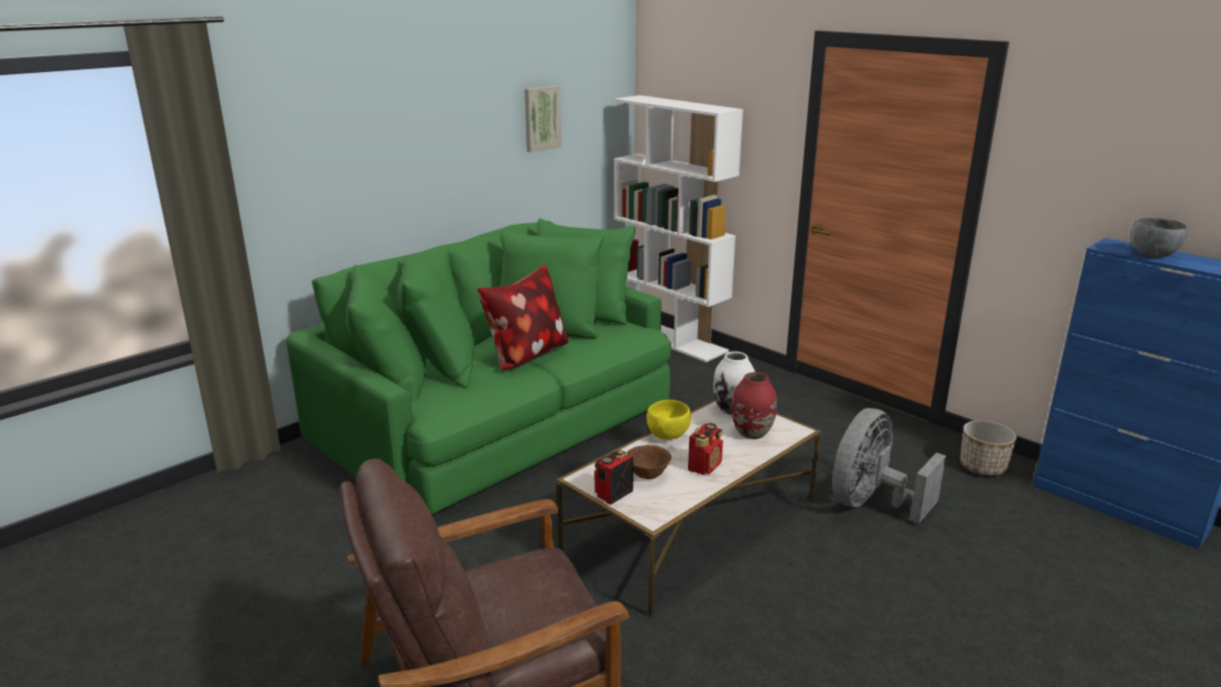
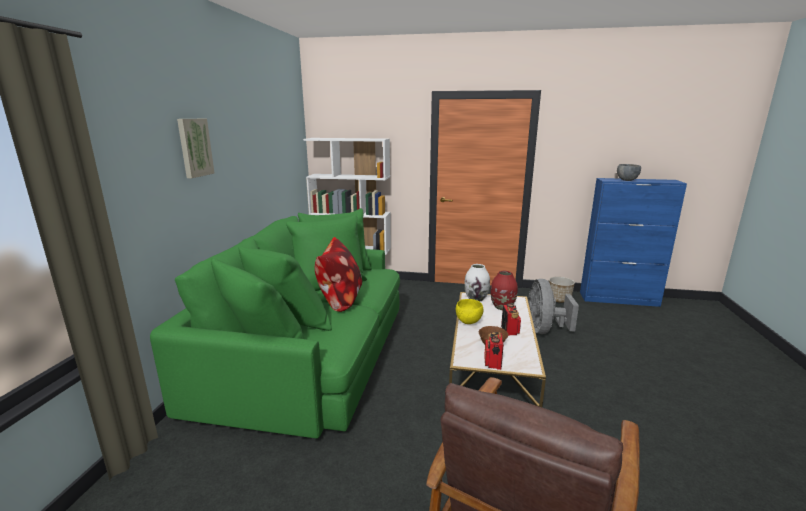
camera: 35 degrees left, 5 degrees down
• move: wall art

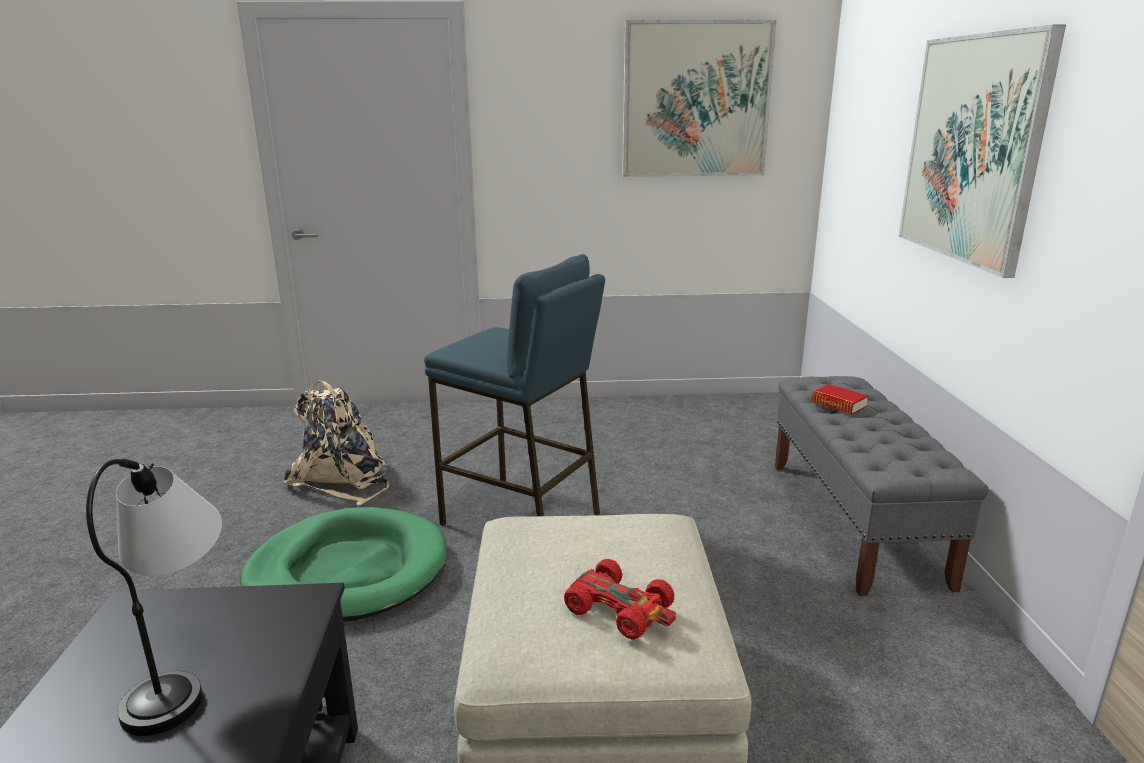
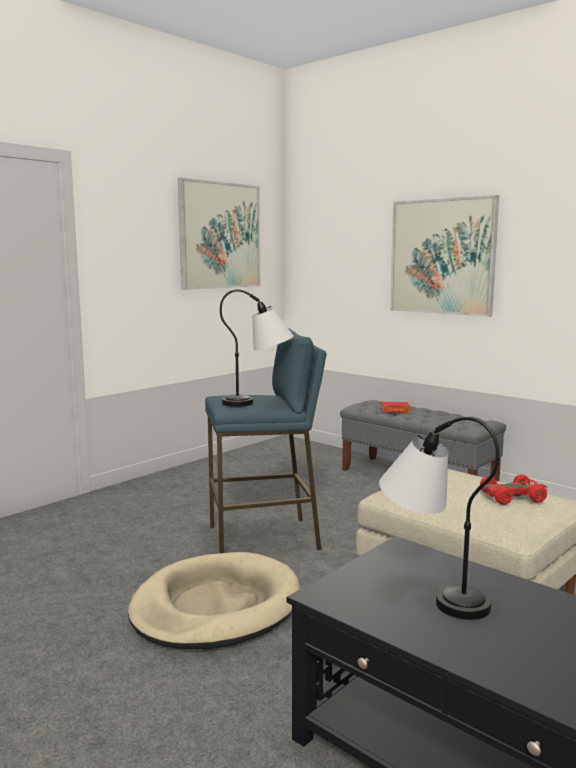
camera: 45 degrees left, 10 degrees down
• recolor: dog cushion in green-coloured to dog cushion in beige
• insert: table lamp (1st from left)
• delete: knapsack in beige

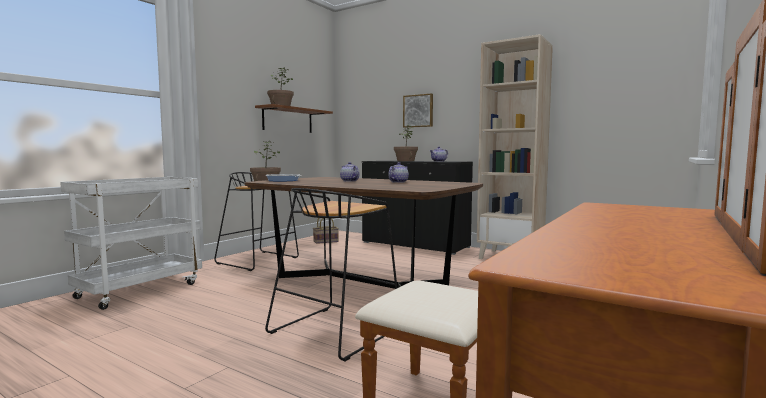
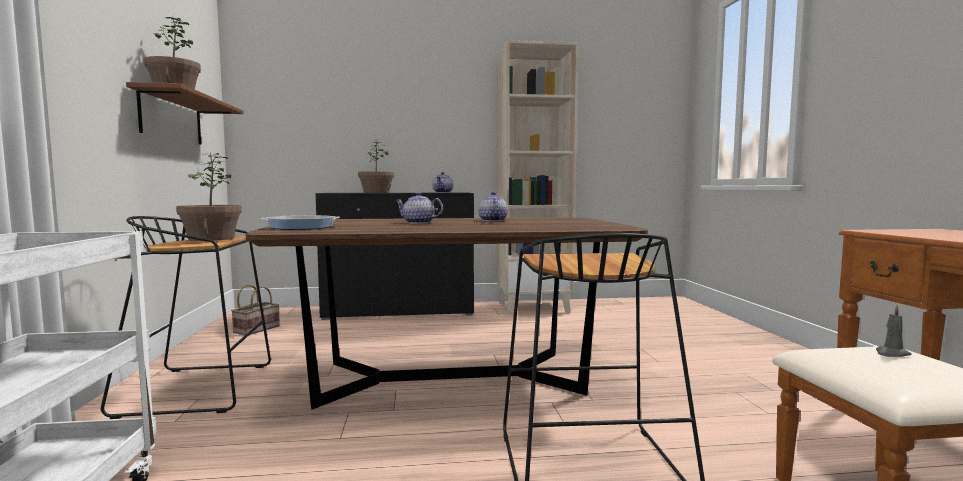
camera: 40 degrees left, 0 degrees up
• insert: wax light in gray
• delete: wall art

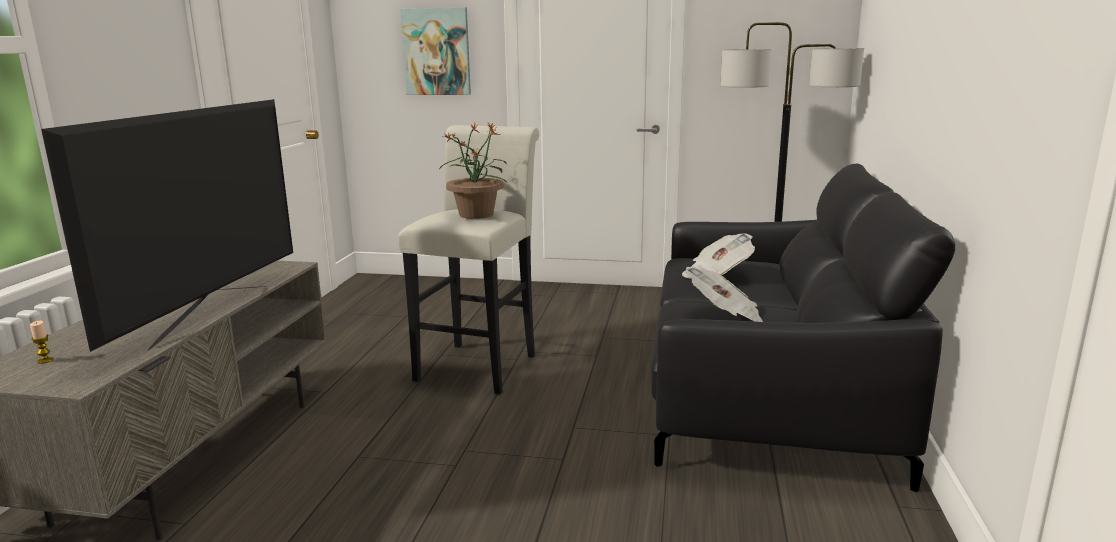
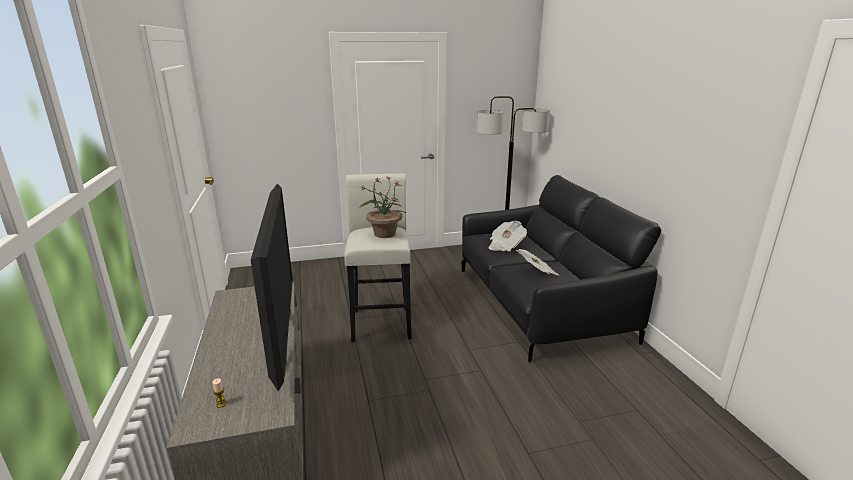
camera: 25 degrees left, 5 degrees up
• delete: wall art

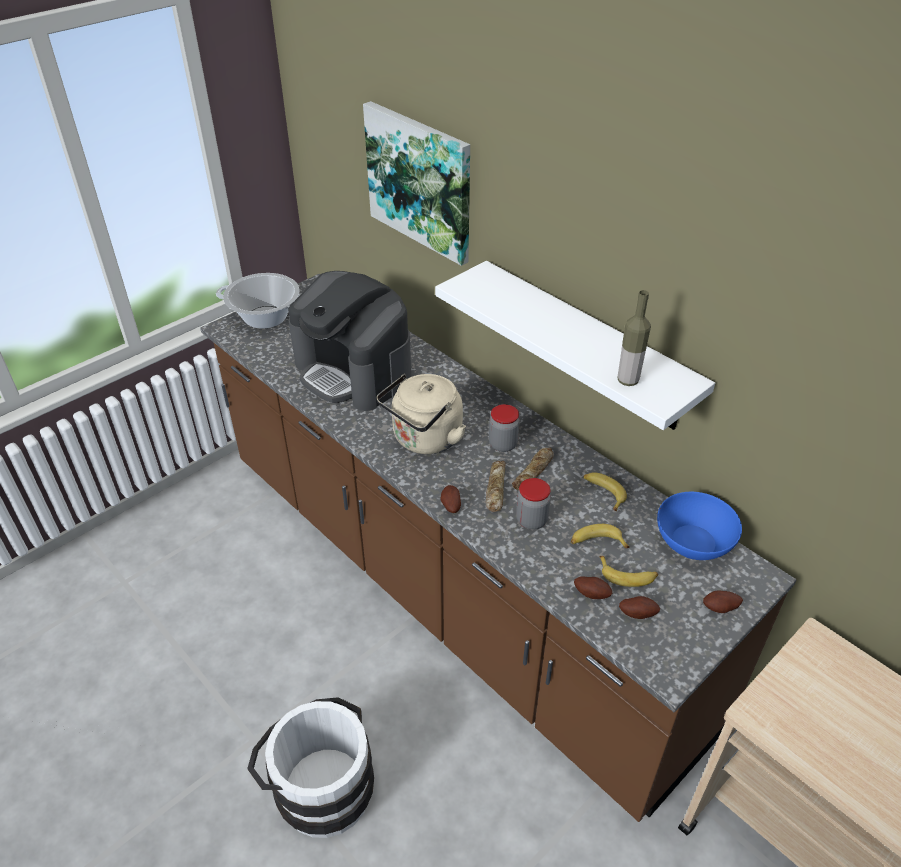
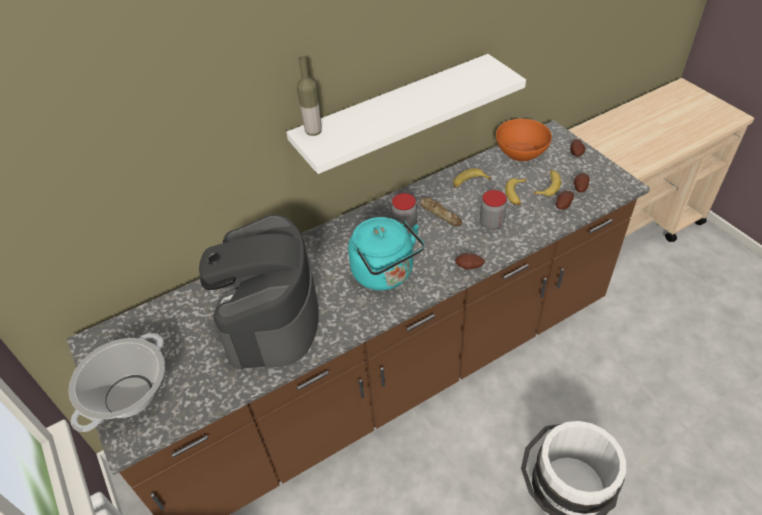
camera: 75 degrees left, 5 degrees up
• rotate: coffee machine 120 degrees clockwise
• move: beverage bottle
• recolor: kettle in beige to kettle in blue-green
• recolor: bowl in blue-coloured to bowl in orange-coloured
• delete: wall art
• delete: bread (1st from left)

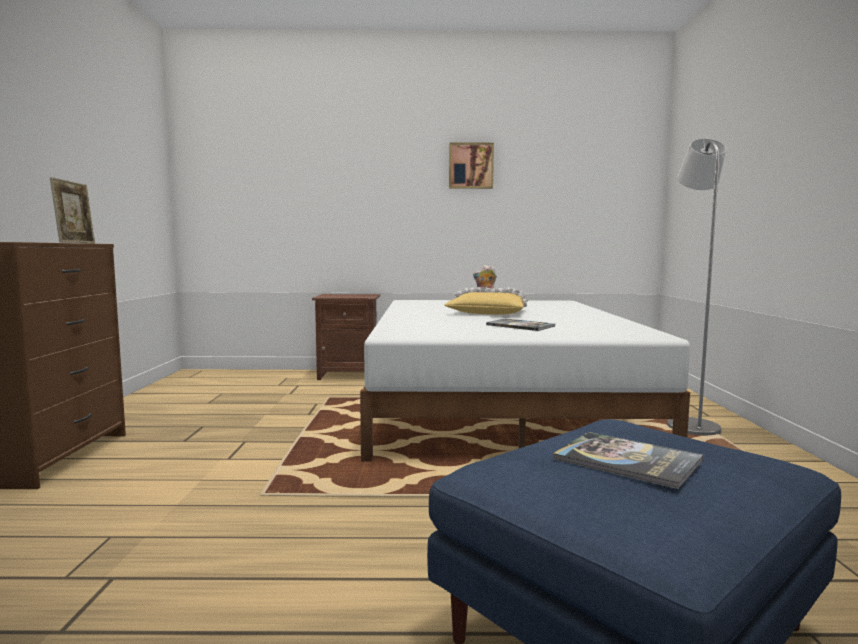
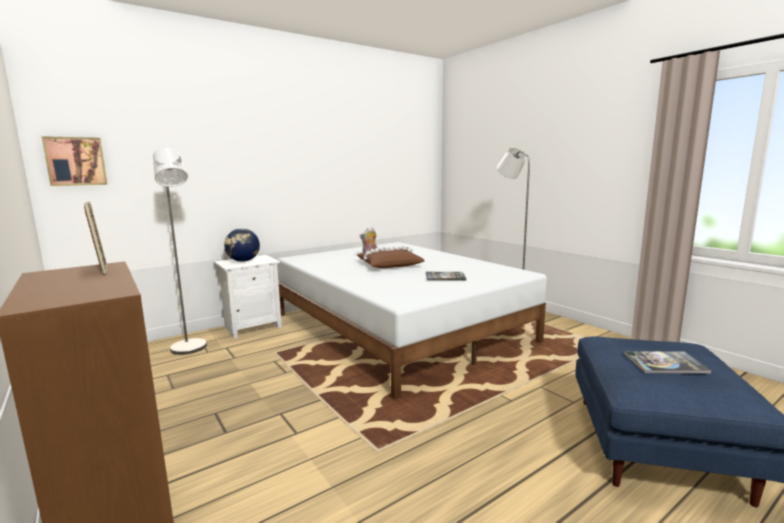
camera: 35 degrees left, 5 degrees up
• move: wall art
• insert: standing lamp in gray (1st from left)
• recolor: bedside table in brown-coloured to bedside table in white
• insert: world globe
• recolor: pillow in yellow-coloured to pillow in brown-coloured

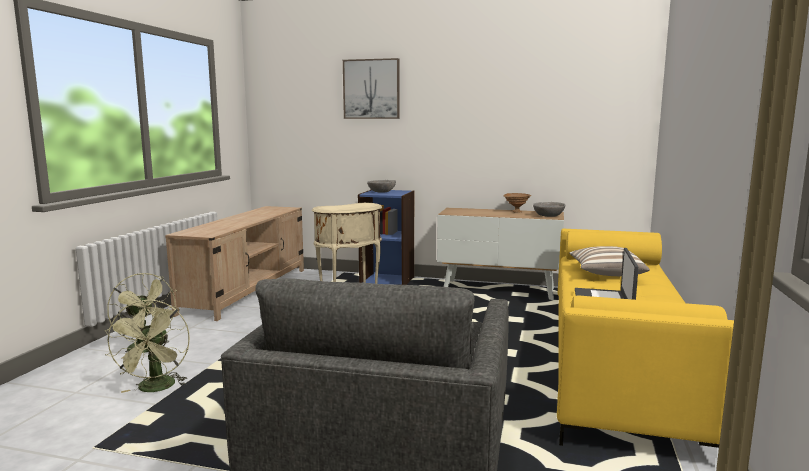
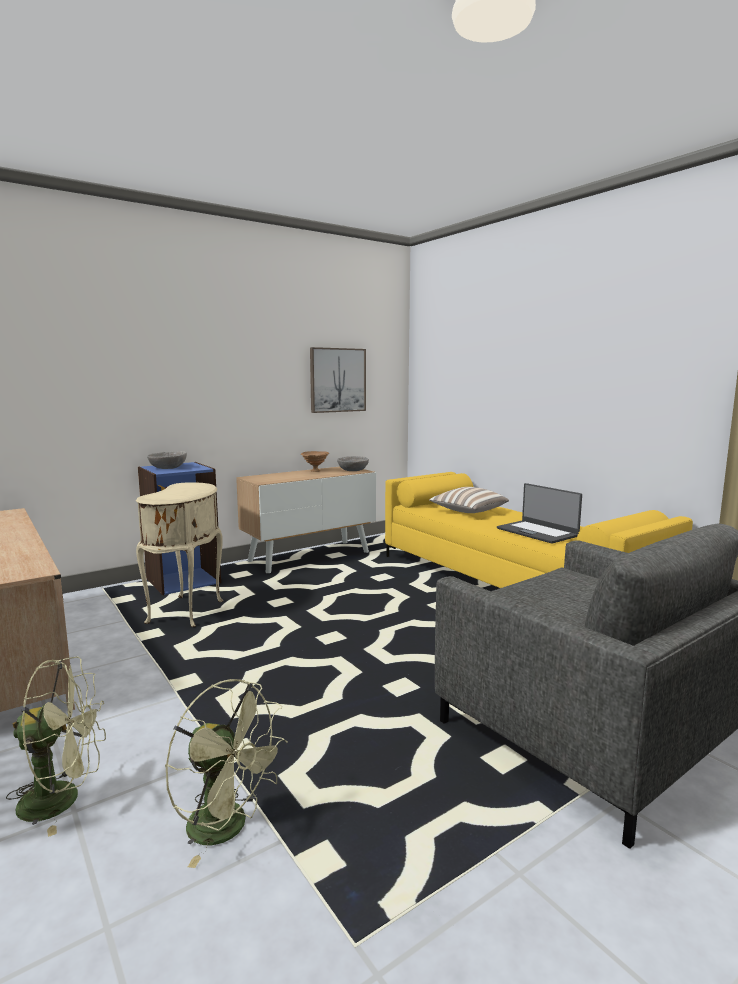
camera: 50 degrees left, 0 degrees up
• move: wall art

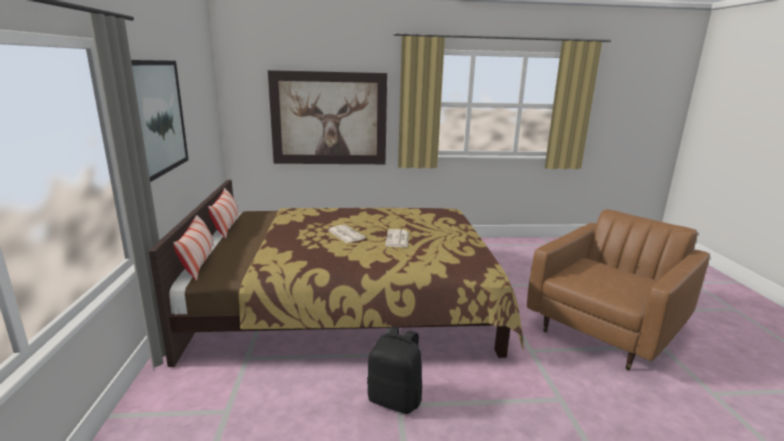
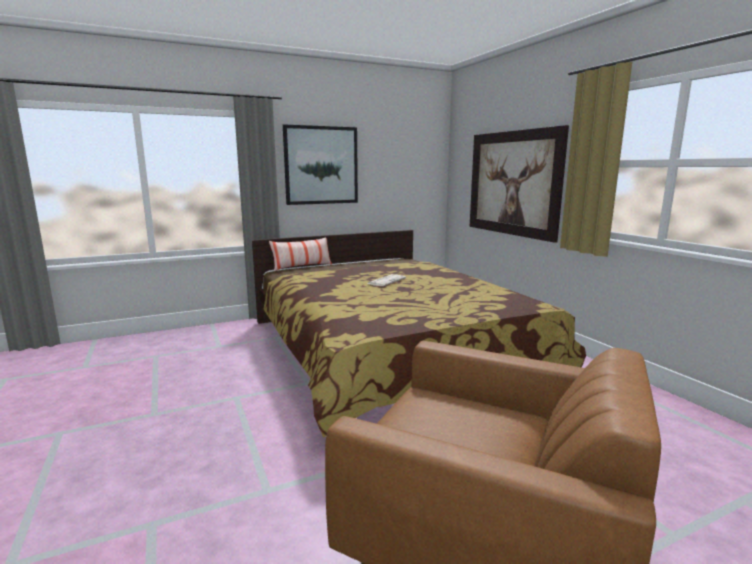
camera: 70 degrees right, 5 degrees down
• delete: pillow (2nd from left)
• delete: knapsack in blackish
• delete: printed paper (2nd from left)

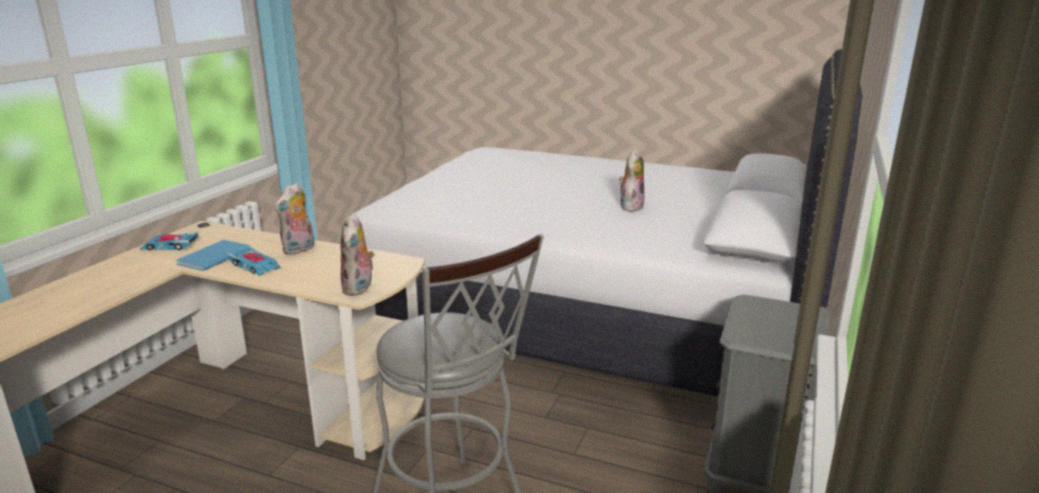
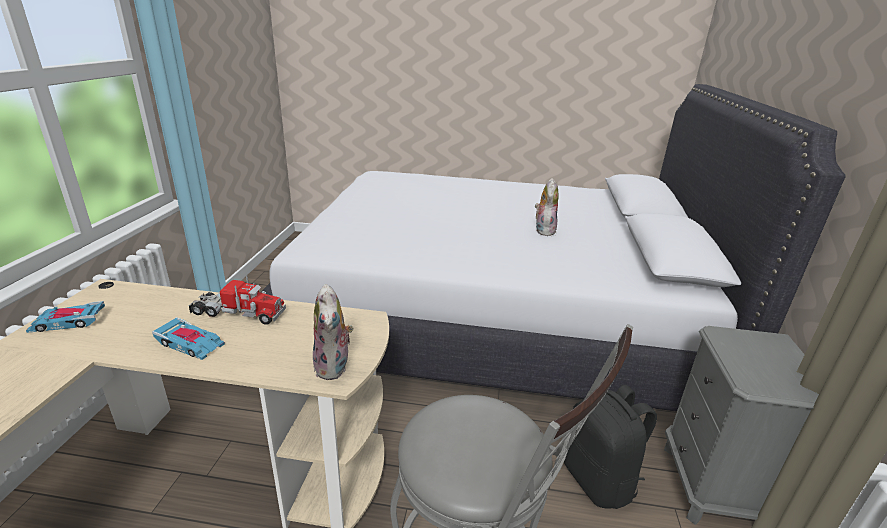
camera: 15 degrees left, 5 degrees up
• replace: plush toy (1st from left) to model truck
• insert: knapsack in blackish
• delete: volume in blue-coloured

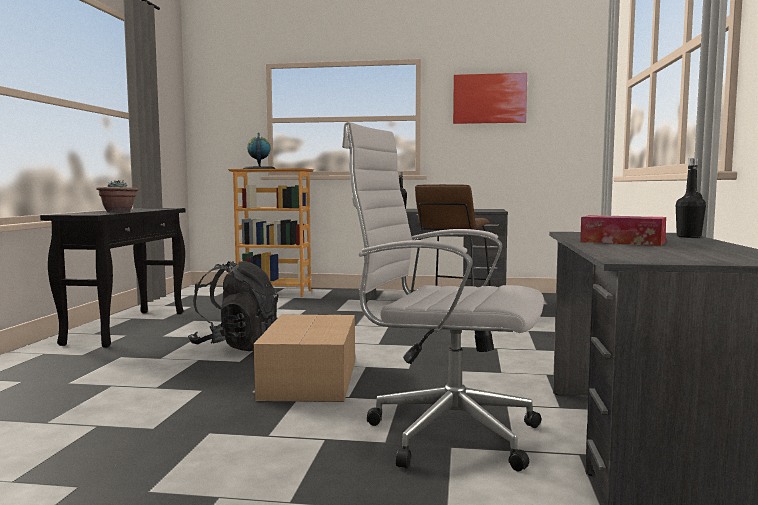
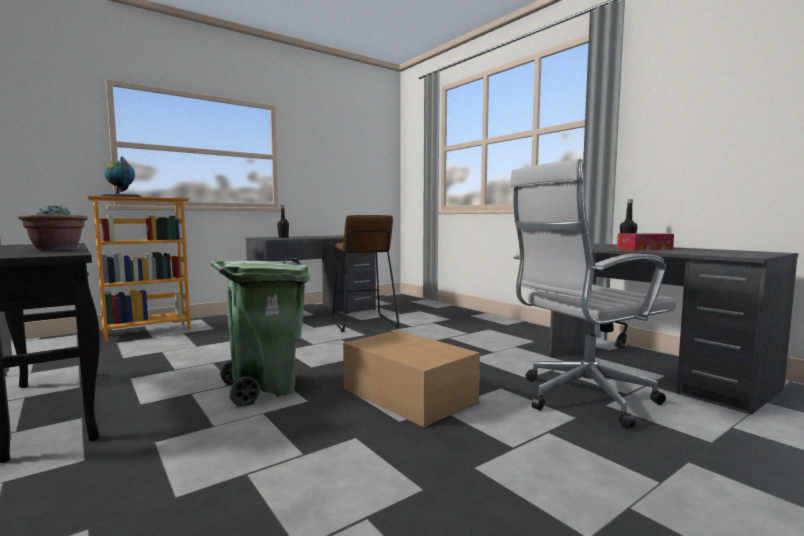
camera: 45 degrees left, 0 degrees up
• replace: knapsack in blackish to trash can in green-coloured
• delete: wall art

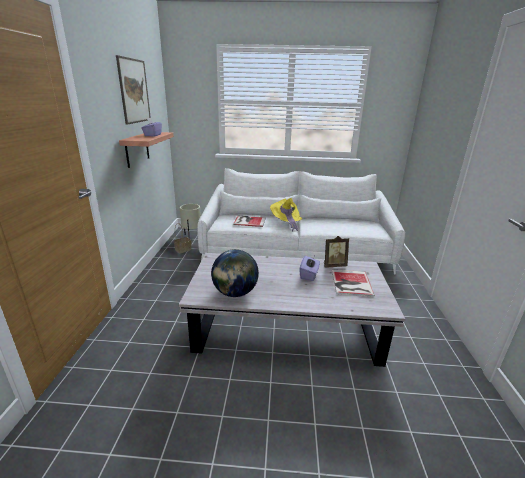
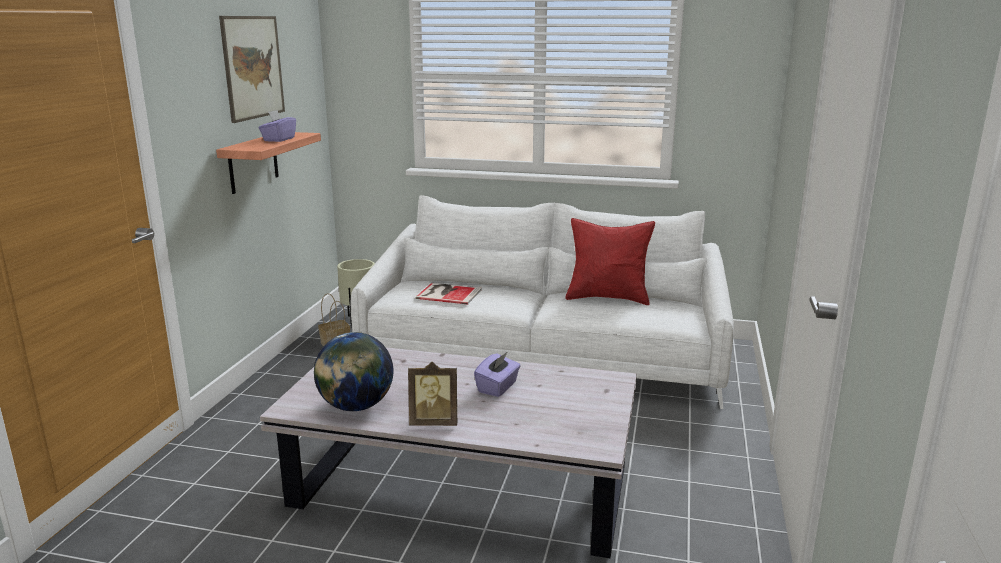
camera: 10 degrees right, 5 degrees down
• move: picture frame
• insert: pillow in reddish
• delete: clothing hat in yellow-coloured
• delete: volume (2nd from left)

